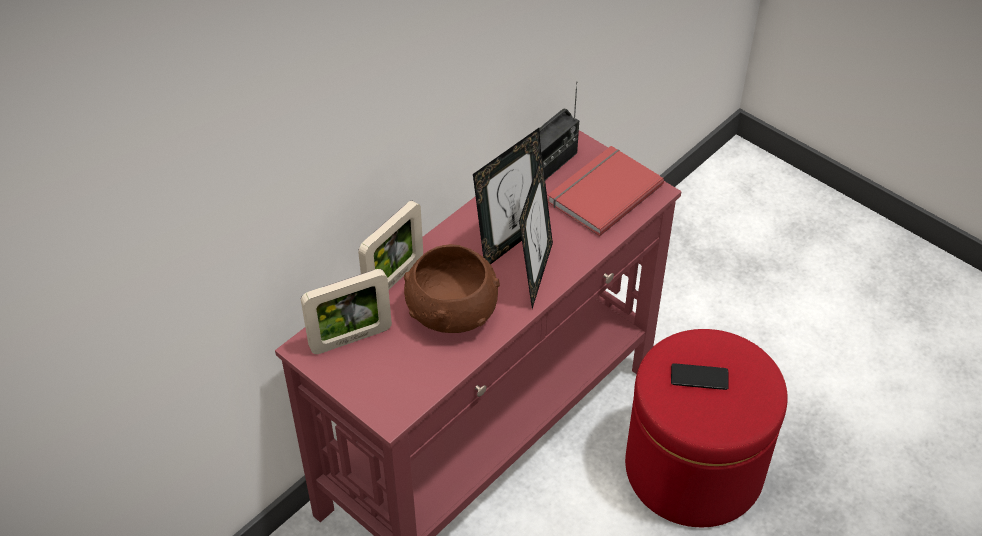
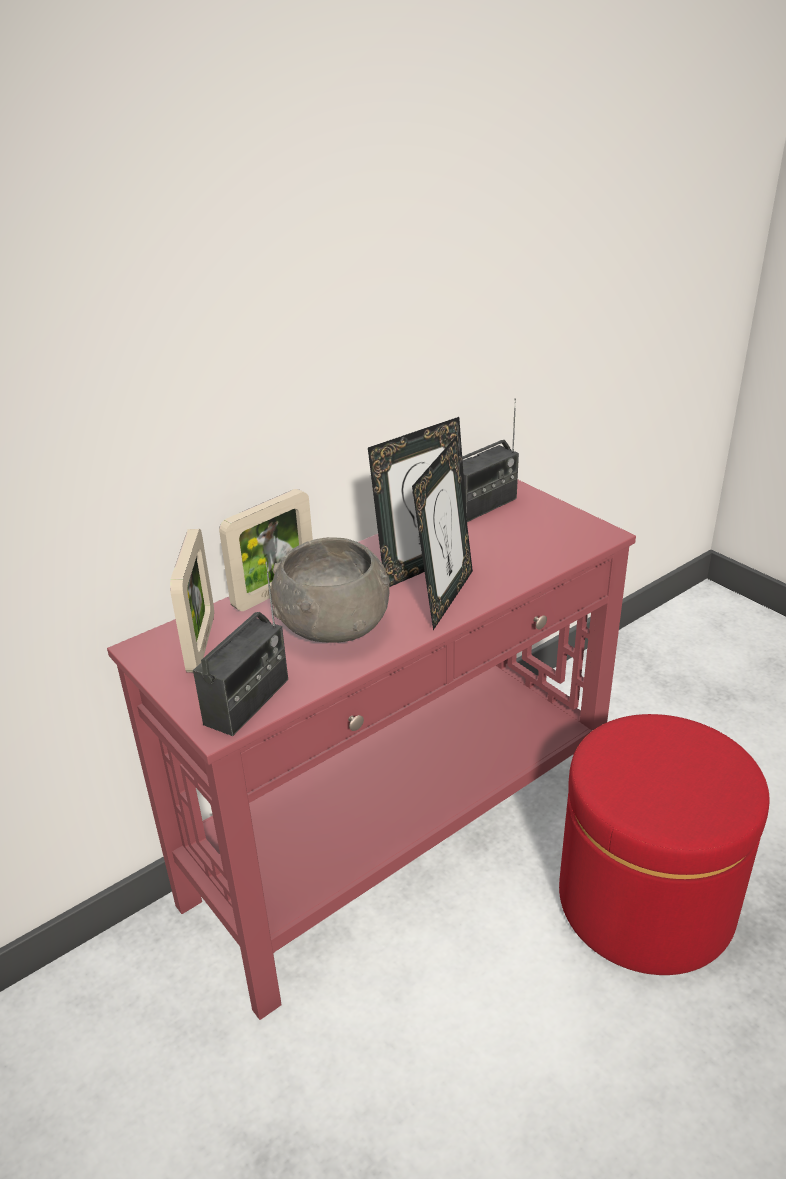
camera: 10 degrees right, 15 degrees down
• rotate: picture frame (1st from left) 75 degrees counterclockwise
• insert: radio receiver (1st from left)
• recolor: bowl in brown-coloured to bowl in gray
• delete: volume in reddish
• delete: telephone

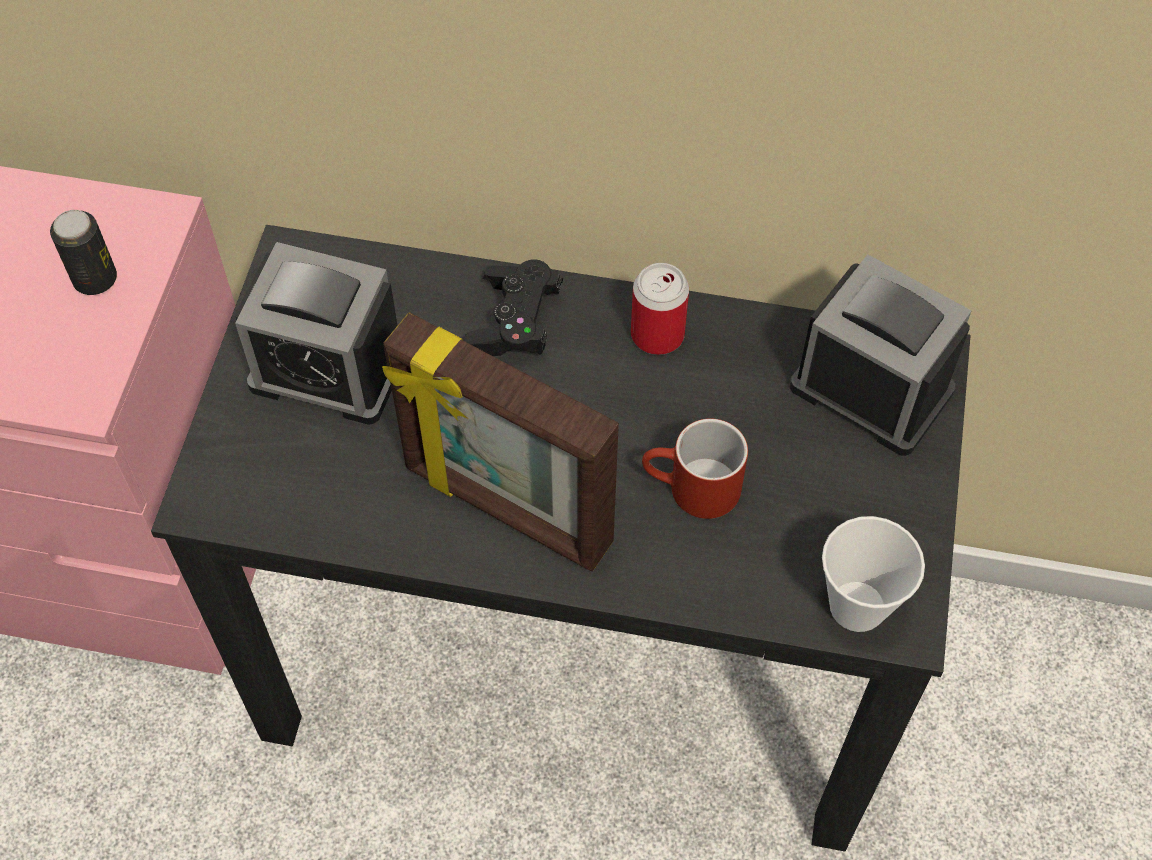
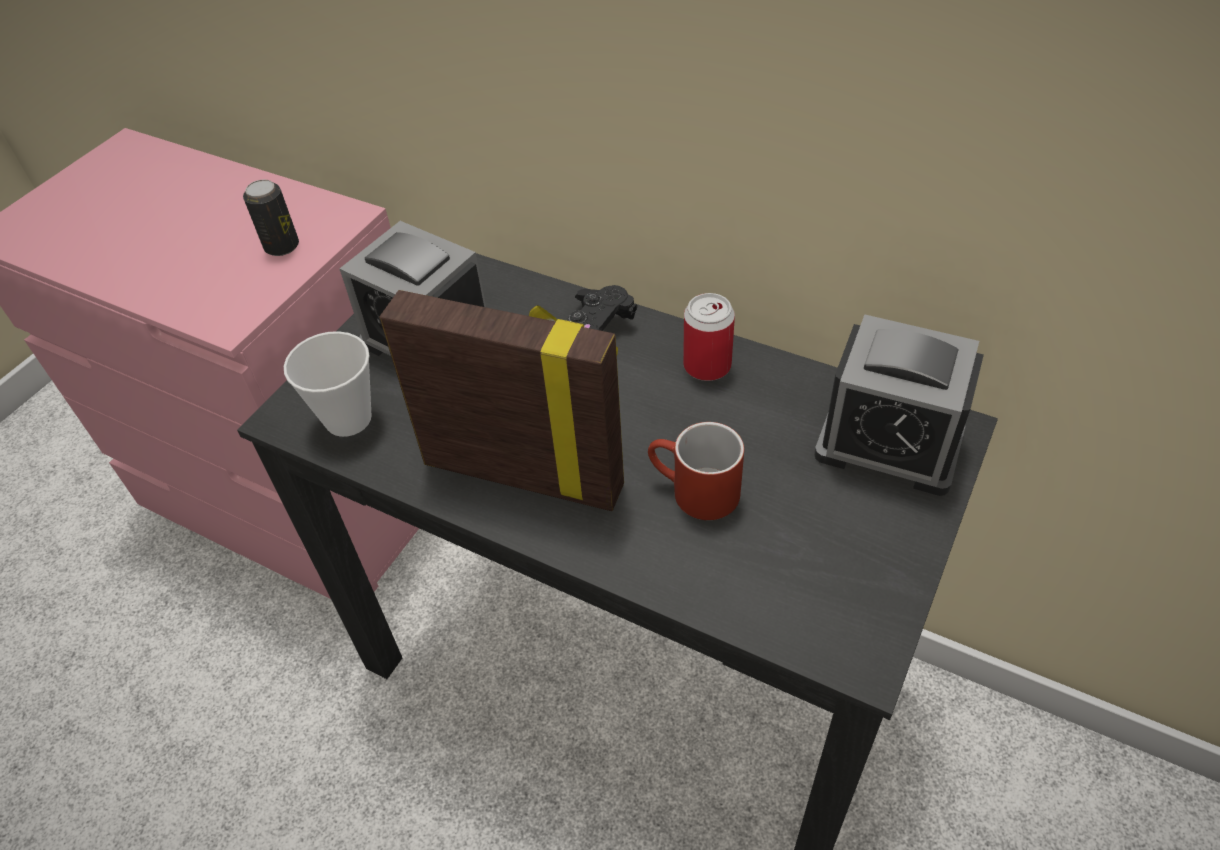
camera: 20 degrees right, 10 degrees down
• move: cup
• rotate: picture frame 150 degrees clockwise
• rotate: table clock (2nd from left) 150 degrees clockwise

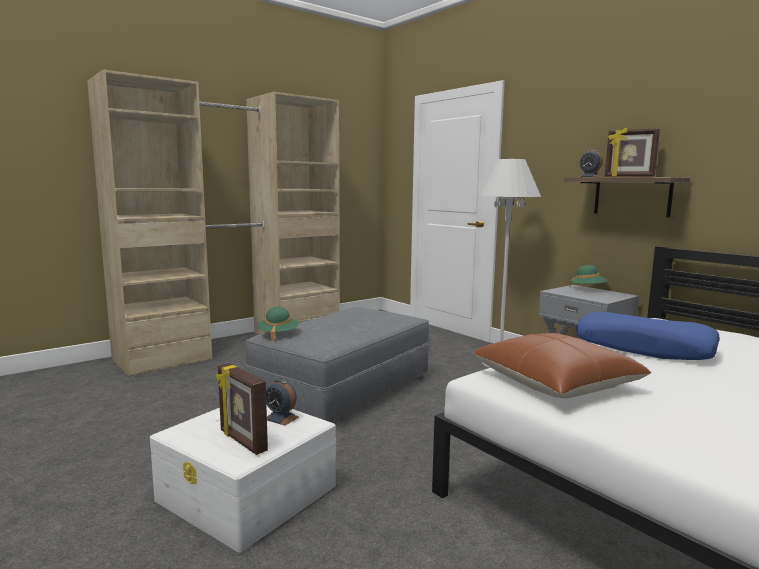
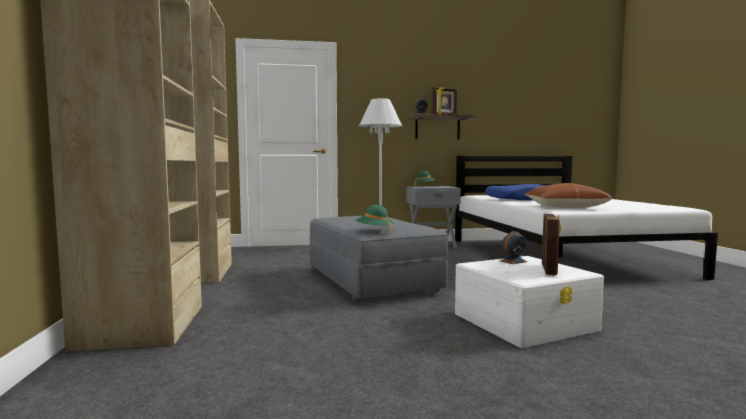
camera: 60 degrees left, 5 degrees down
• rotate: picture frame (1st from left in the first image) 60 degrees counterclockwise

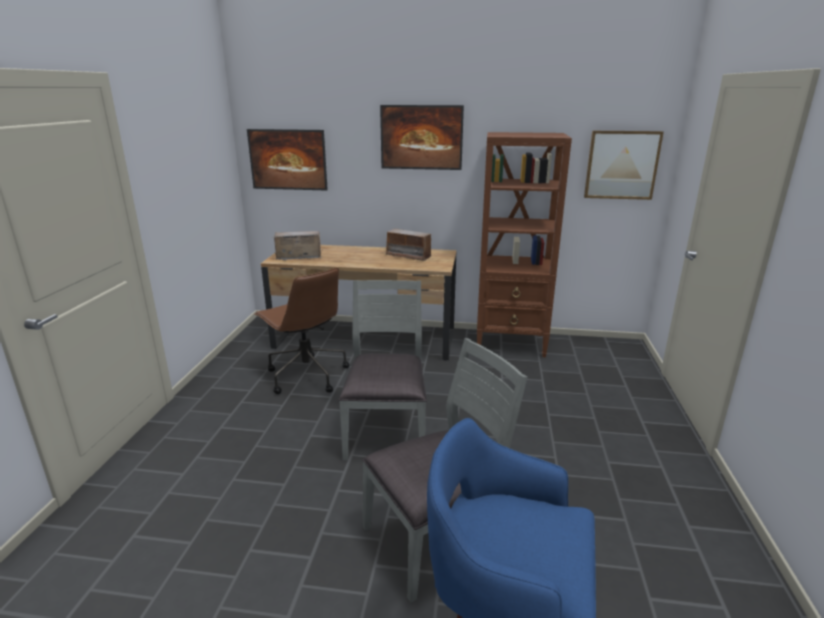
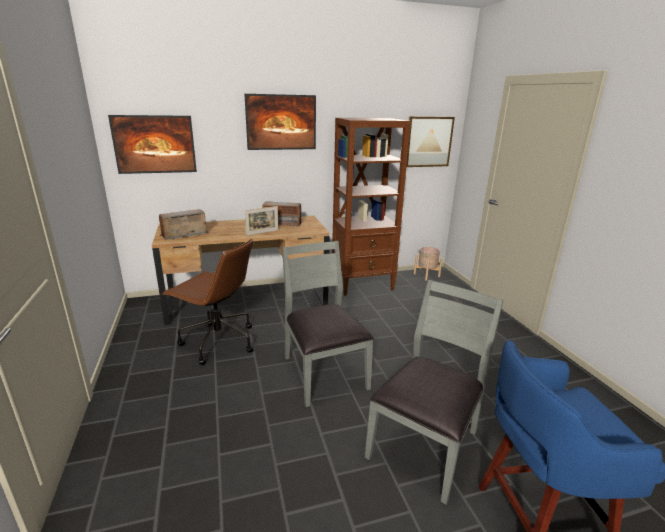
camera: 25 degrees left, 0 degrees up
• insert: picture frame
• insert: planter in beige

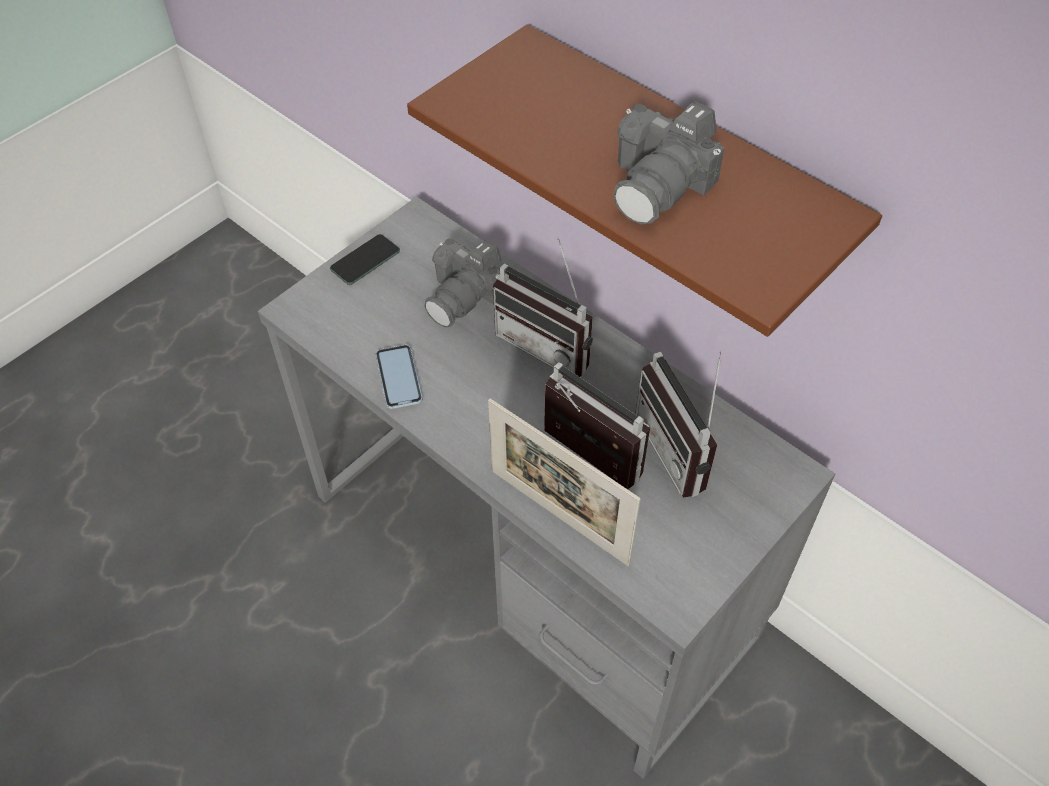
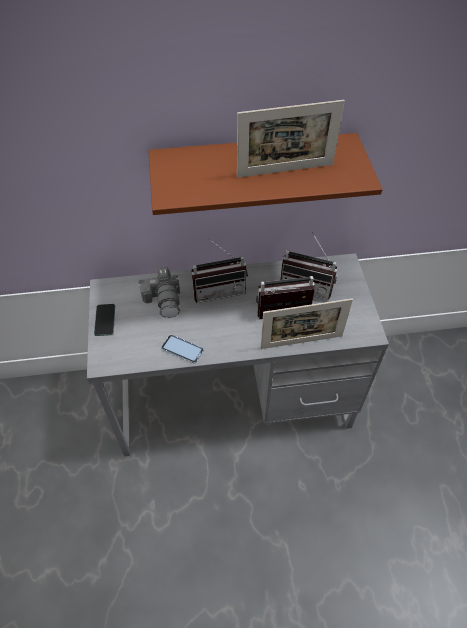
camera: 50 degrees left, 0 degrees up
• replace: still camera (2nd from left) to picture frame (1st from left)

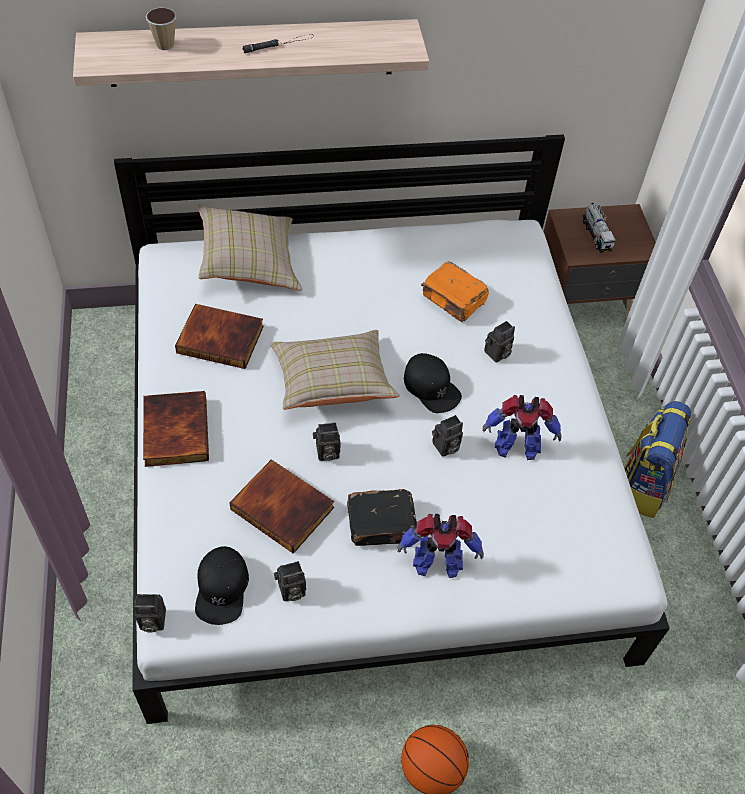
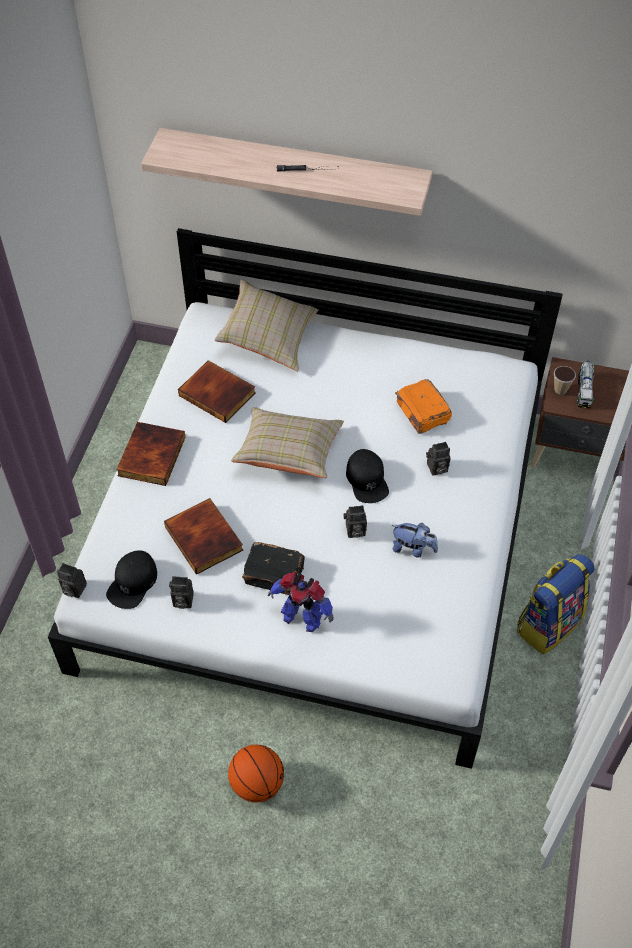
camera: 25 degrees right, 0 degrees up
• replace: robot figure (2nd from left) to plush toy
• move: cup
• delete: still camera (3rd from left)

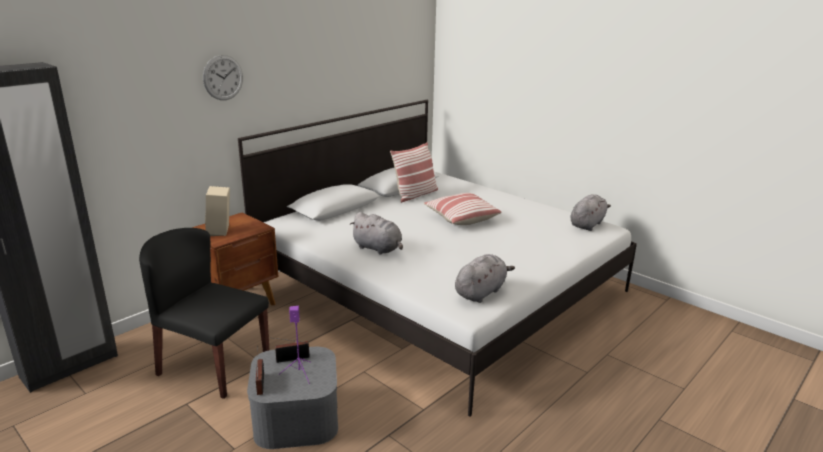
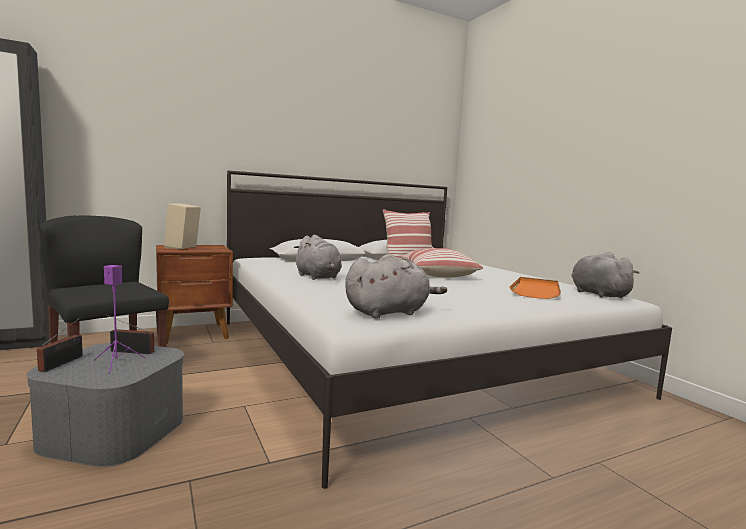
camera: 20 degrees right, 15 degrees down
• insert: carrying tray in orange-coloured
• rotate: plush toy in gray (3rd from left) 75 degrees counterclockwise
• delete: hanging clock

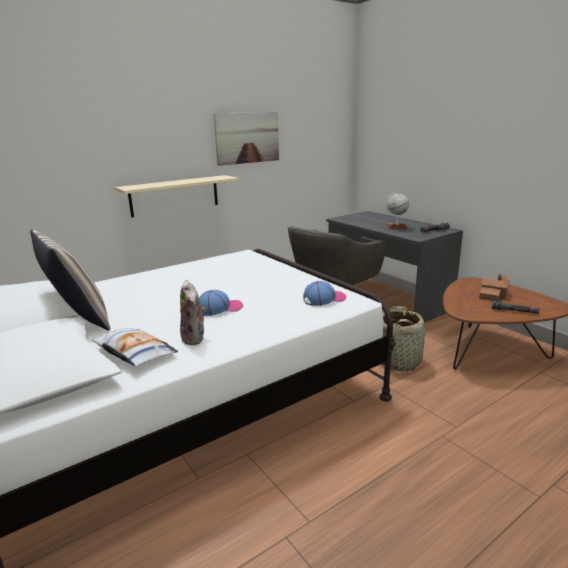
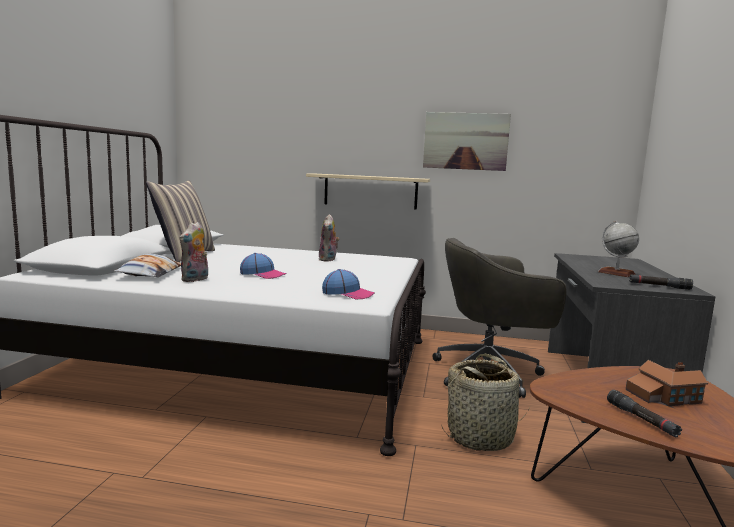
camera: 45 degrees right, 10 degrees down
• insert: plush toy (2nd from left)

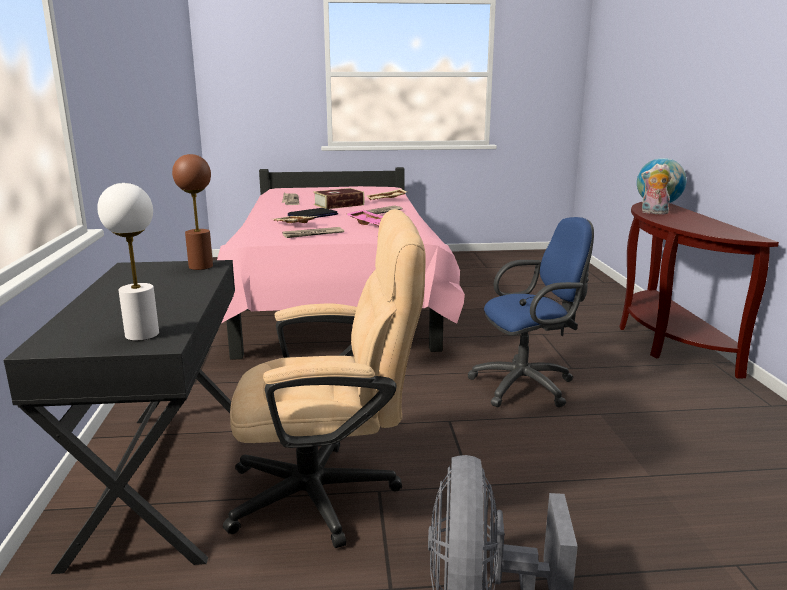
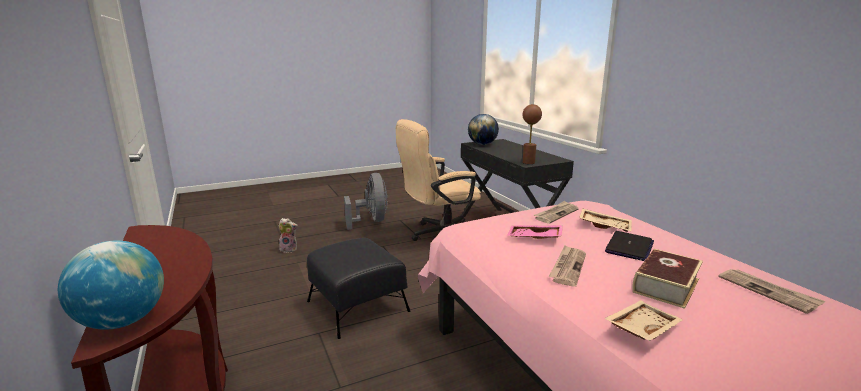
camera: 160 degrees right, 0 degrees up
• move: plush toy
• replace: office chair in blue-coloured to pouffe in blackish
• replace: table lamp in white to world globe (2nd from left)

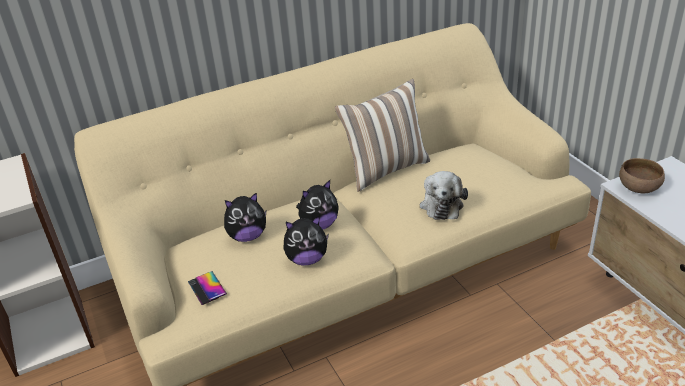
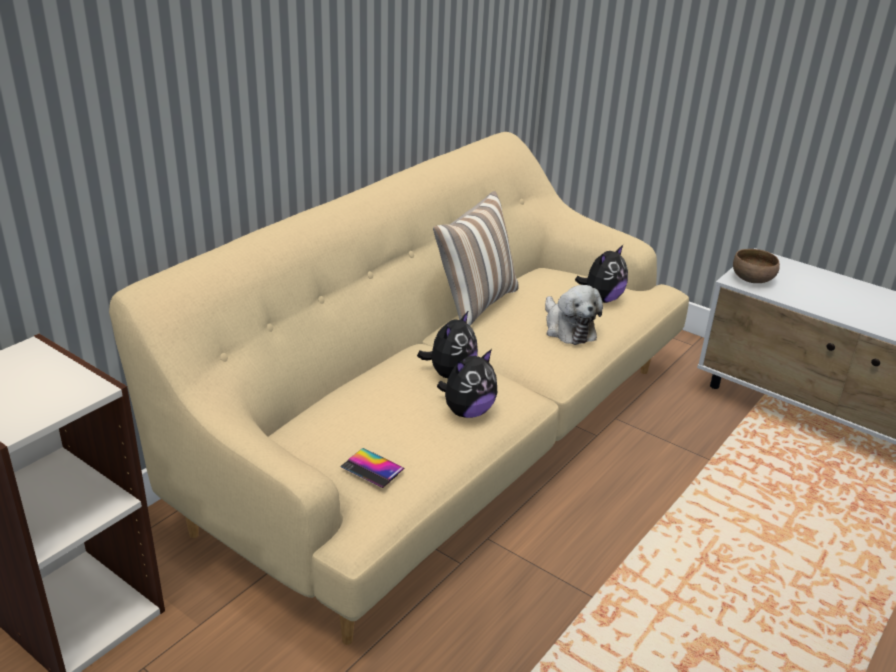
camera: 30 degrees left, 5 degrees down
• move: plush toy (1st from left in the first image) to plush toy (4th from left)

